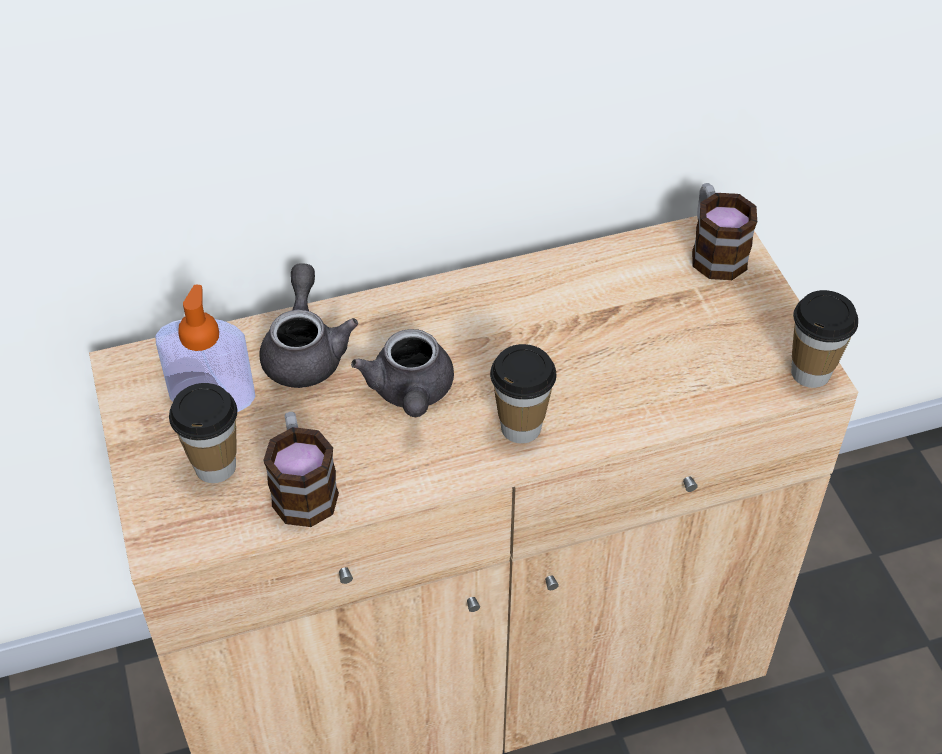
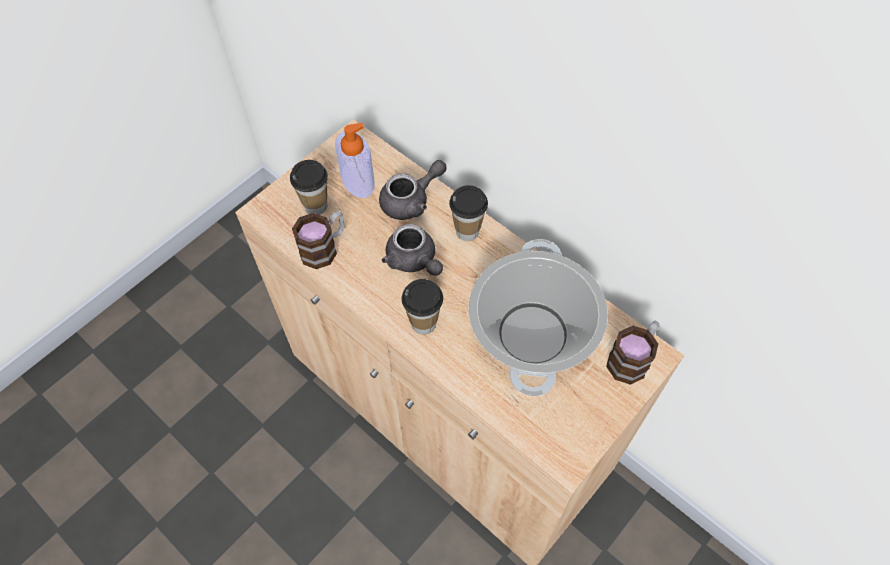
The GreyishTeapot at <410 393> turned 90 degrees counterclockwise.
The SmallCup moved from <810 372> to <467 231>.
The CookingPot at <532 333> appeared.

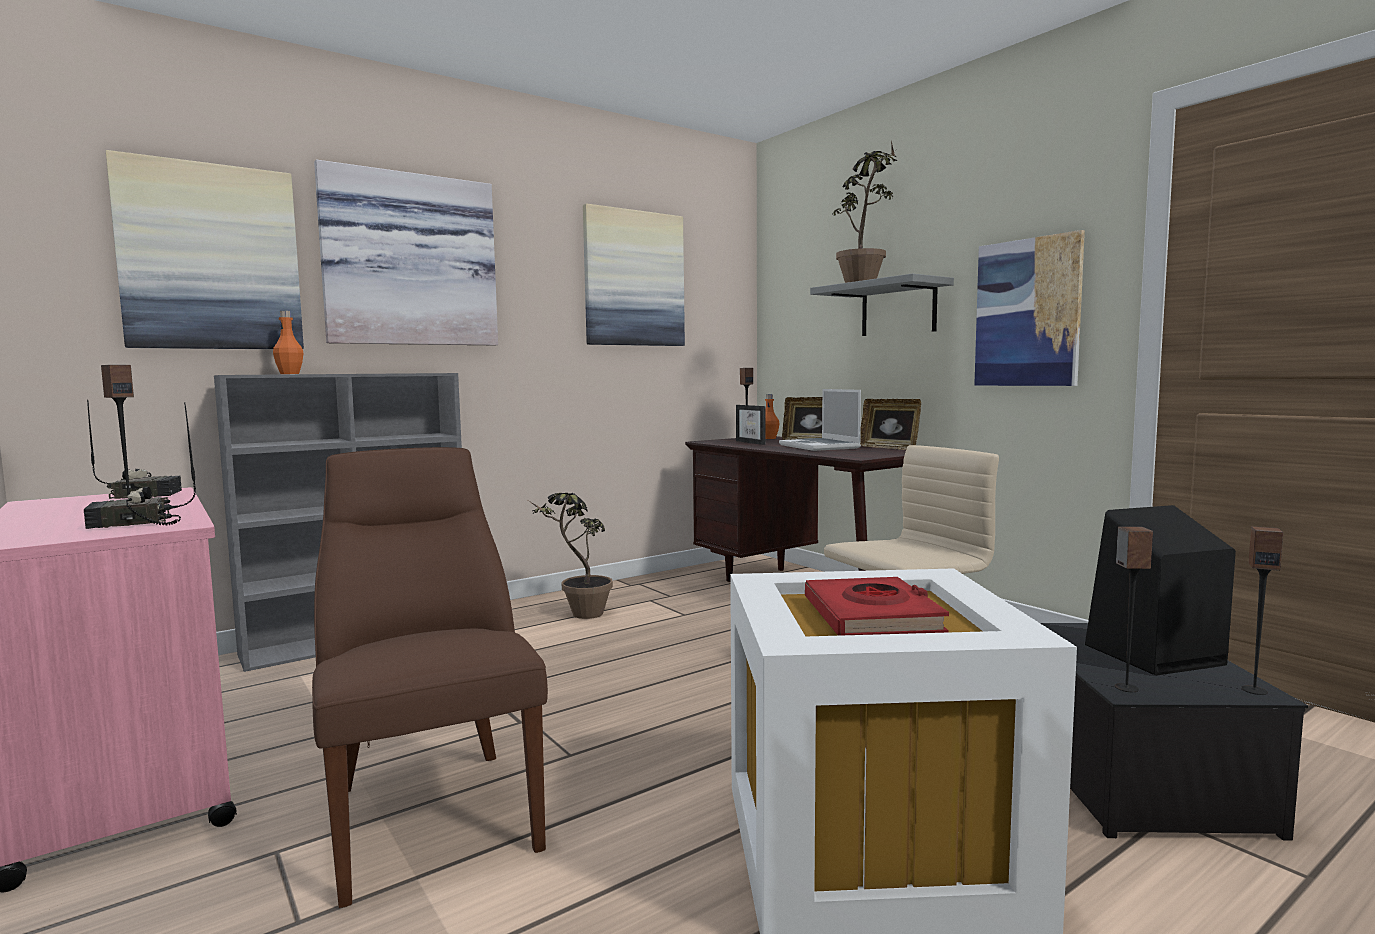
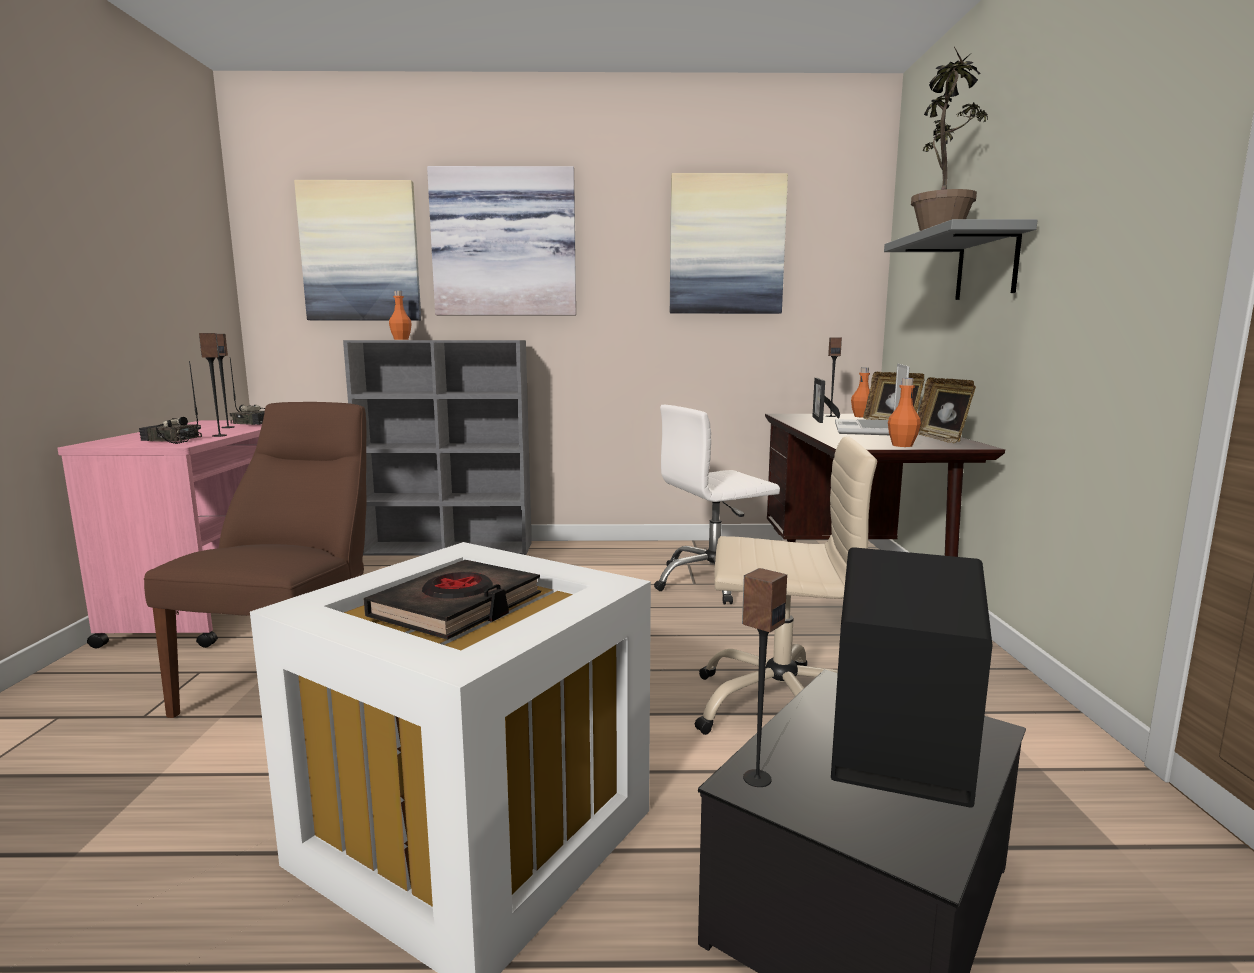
The Houseplant at <579 617> disappeared.
The RedColouredBook at <872 617> became the BlackColouredBook at <457 607>.
The Picture at <1027 313> disappeared.
The Loudspeaker moved from <1254 690> to <220 435>.
The WhiteColouredComputerChair at <713 582> appeared.
The OrangeBeverageBottle at <902 445> appeared.

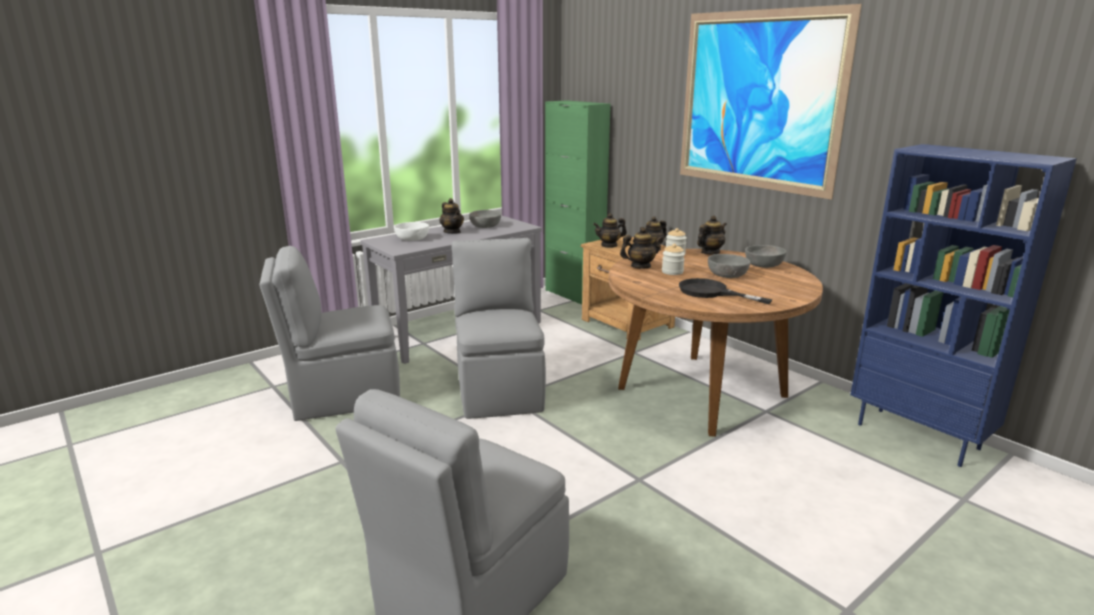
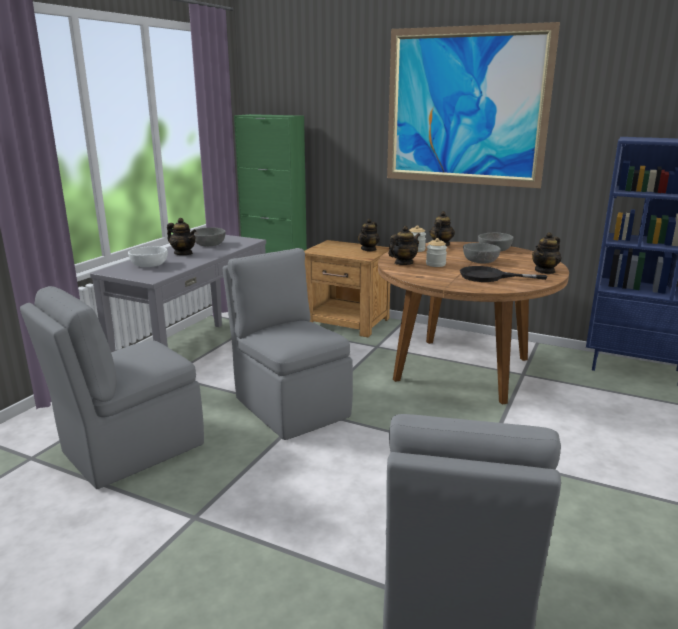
The Teapot moved from <609 245> to <545 271>.

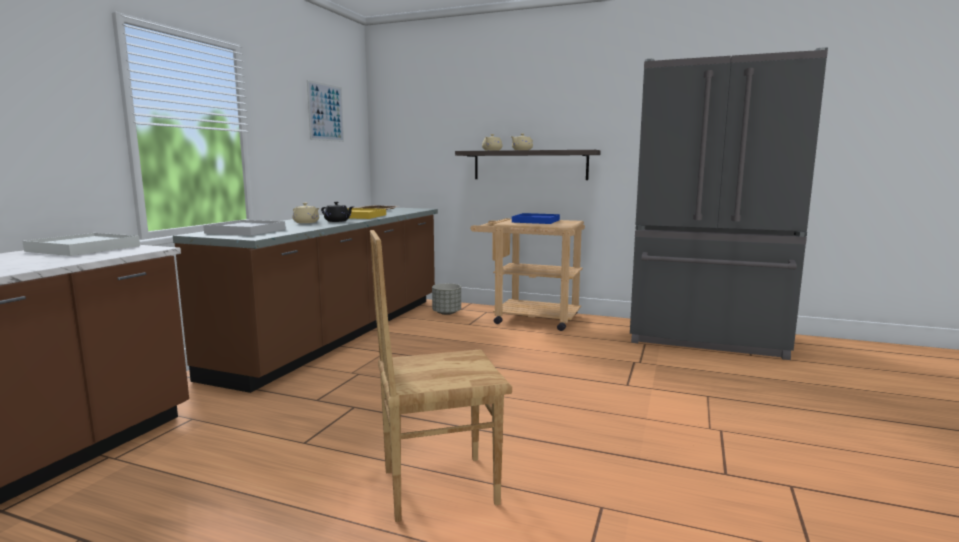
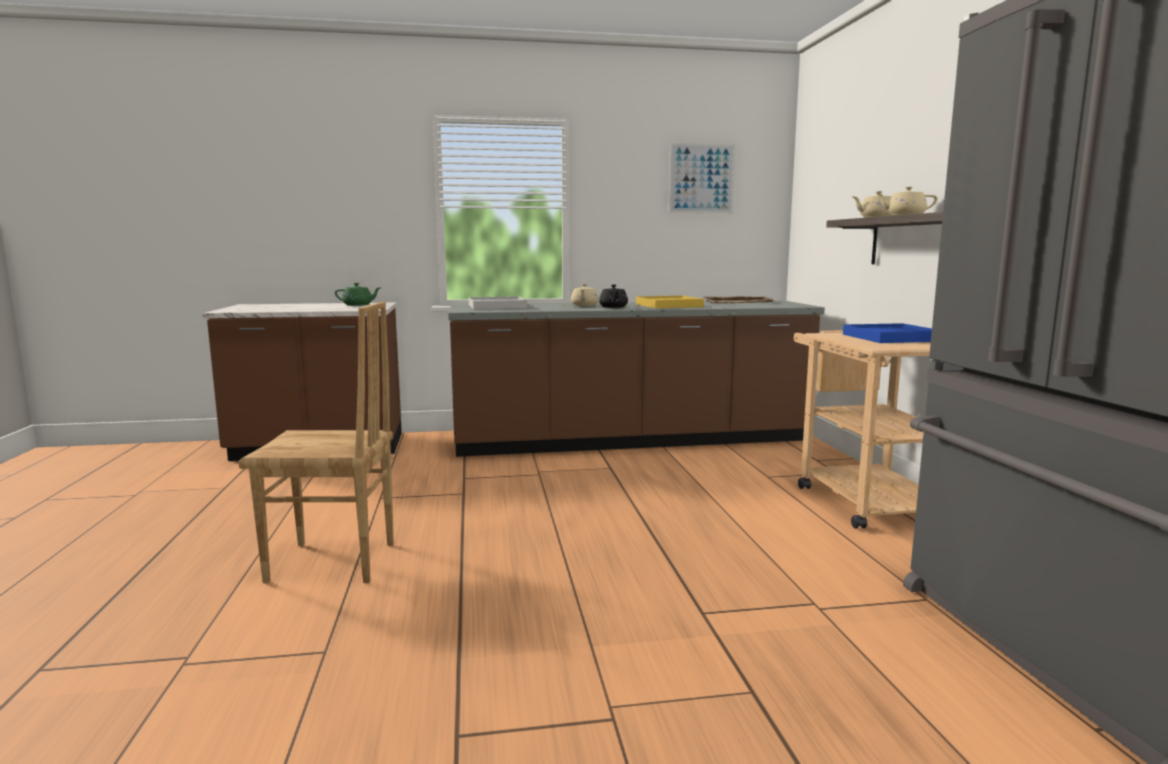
The WhiteColouredTray at <83 248> was replaced by the GreenTeapot at <358 305>.
The BrownishPlainChair at <438 486> turned 135 degrees clockwise.
The GreyishFlowerPot at <447 313> disappeared.

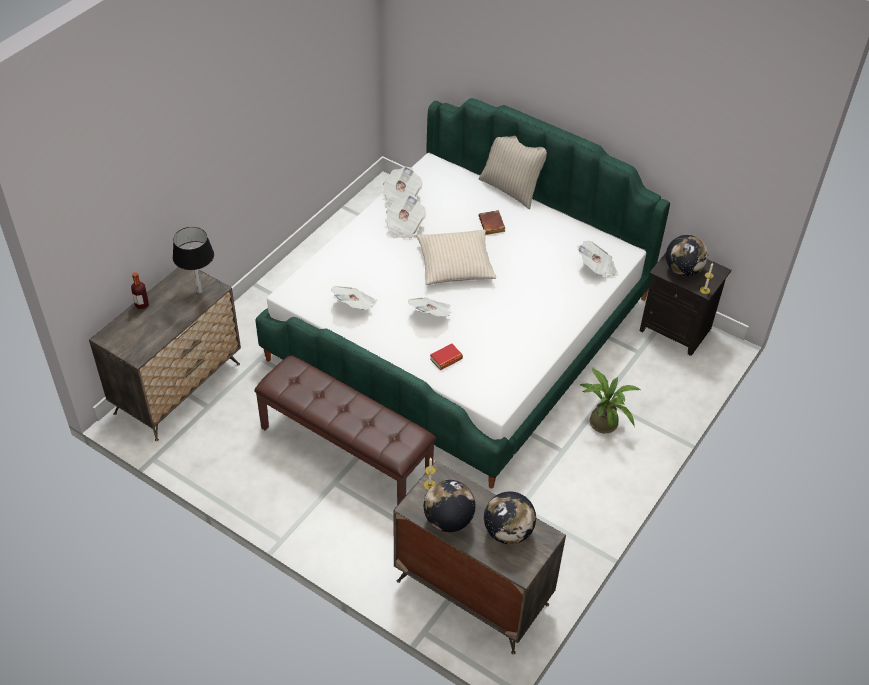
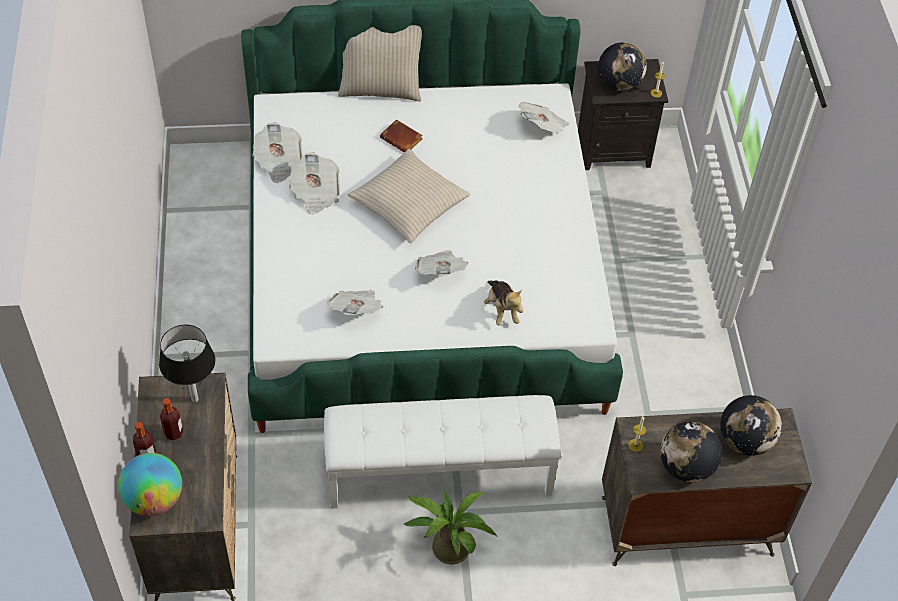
The BrownishIndoorBench at <346 451> became the WhiteColouredIndoorBench at <440 472>.
The Book at <446 359> was replaced by the CuddlyToy at <502 309>.
The Houseplant moved from <602 420> to <447 545>.
The Globe at <154 500> appeared.
The BeverageBottle at <173 433> appeared.

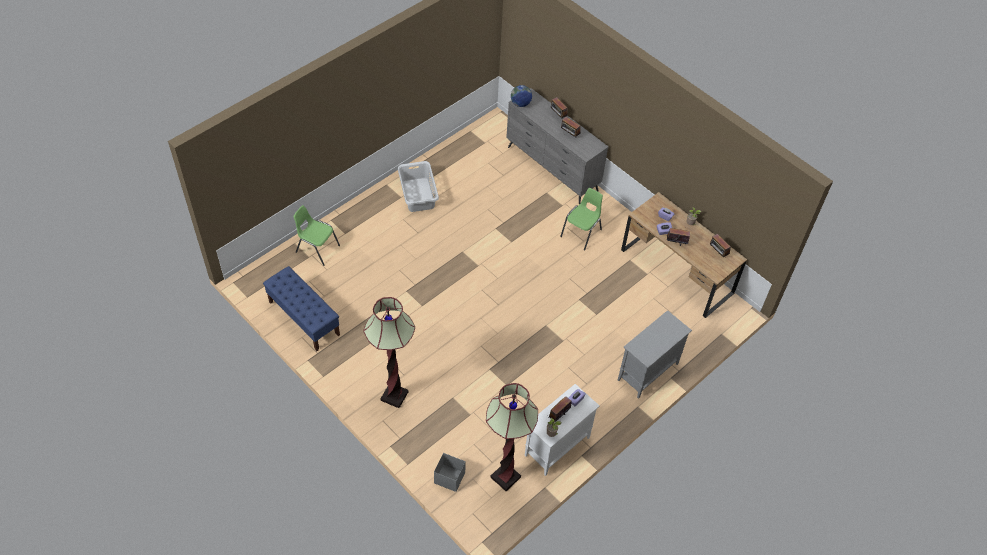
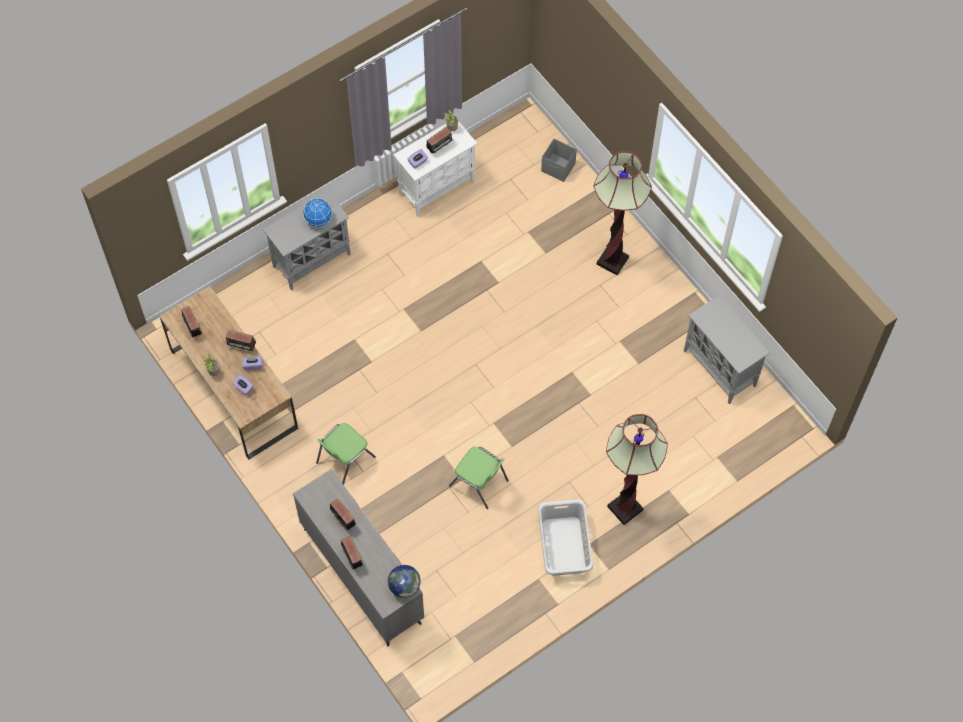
The BlueColouredIndoorBench at <304 318> was replaced by the GreyishCabinet at <720 368>.
The GreenPlainChair moved from <317 248> to <479 483>.
The StandingLamp moved from <505 477> to <625 508>.
The Globe at <318 220> appeared.

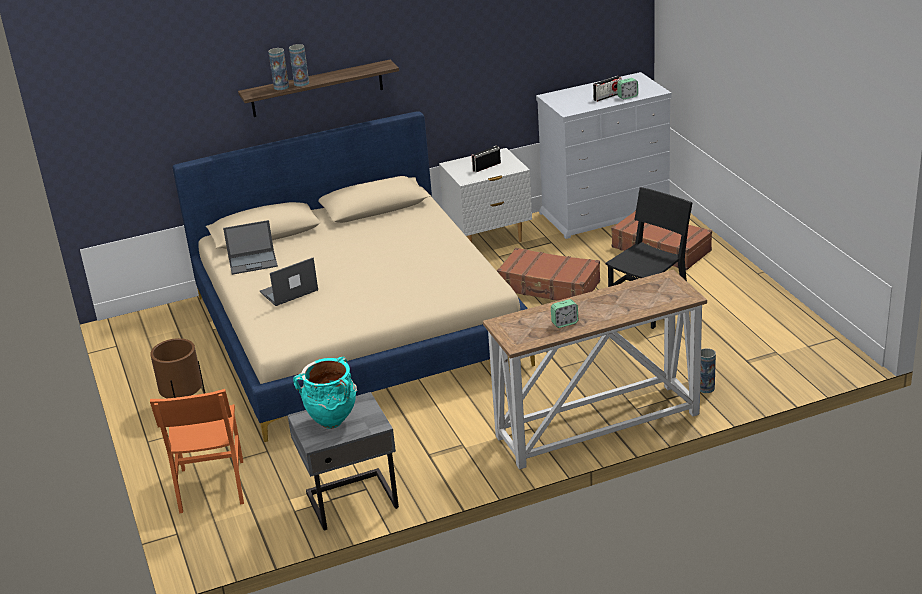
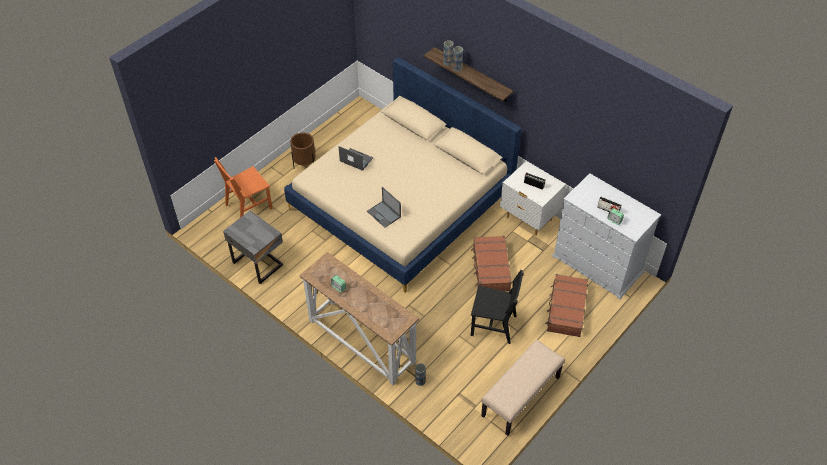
The PortableComputer moved from <253 262> to <384 214>.
The TurquoiseColouredFlowerVase at <333 422> disappeared.
The SandColouredIndoorBench at <521 397> appeared.

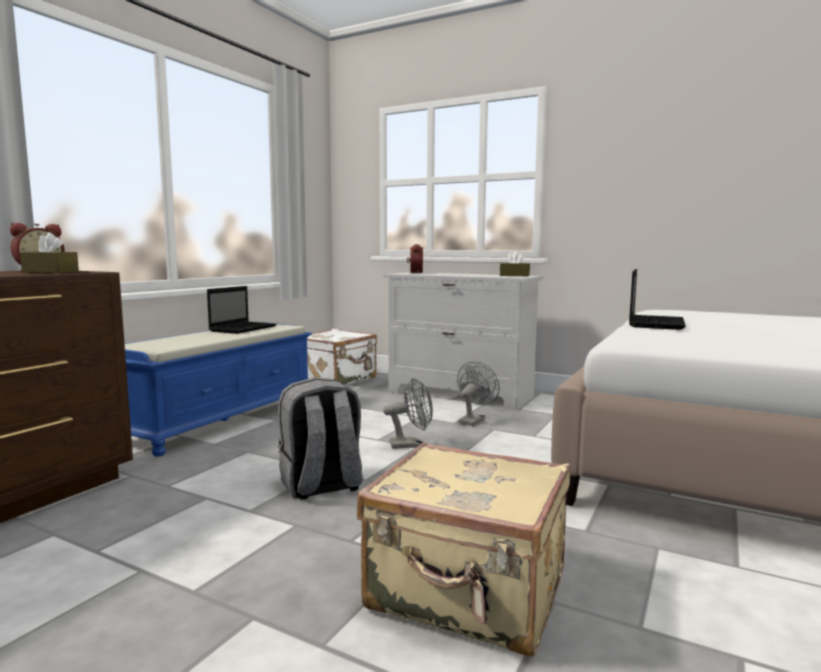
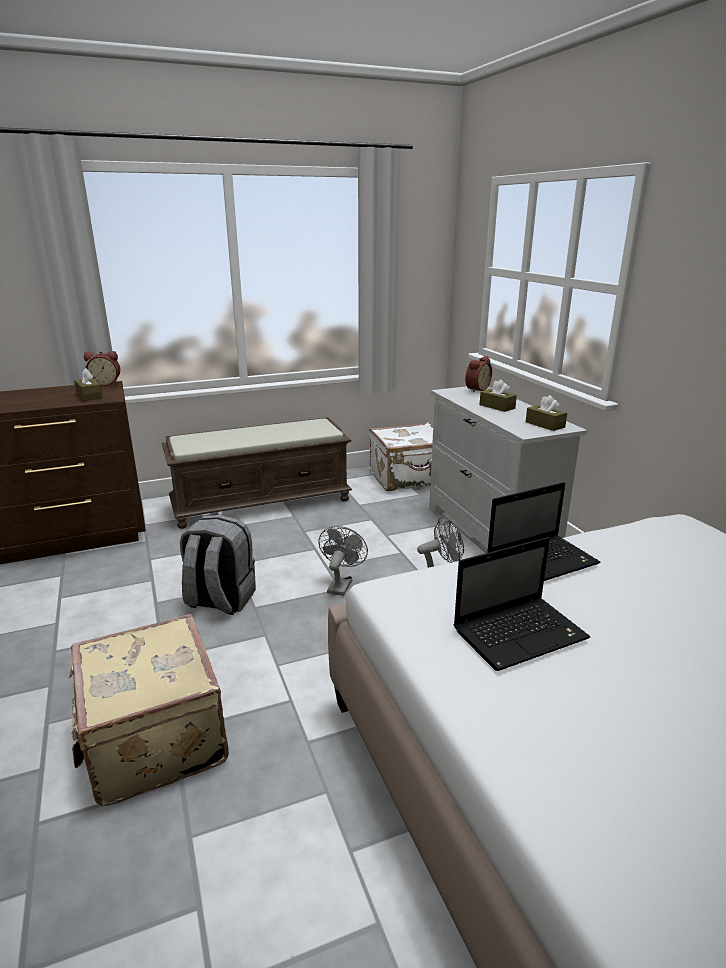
The BlueColouredIndoorBench at <222 419> became the BrownishIndoorBench at <262 502>.
The PortableComputer moved from <243 328> to <521 633>.
The GreyishElectricFan at <411 445> turned 105 degrees counterclockwise.
The BrownishTissueBox at <497 406> appeared.

